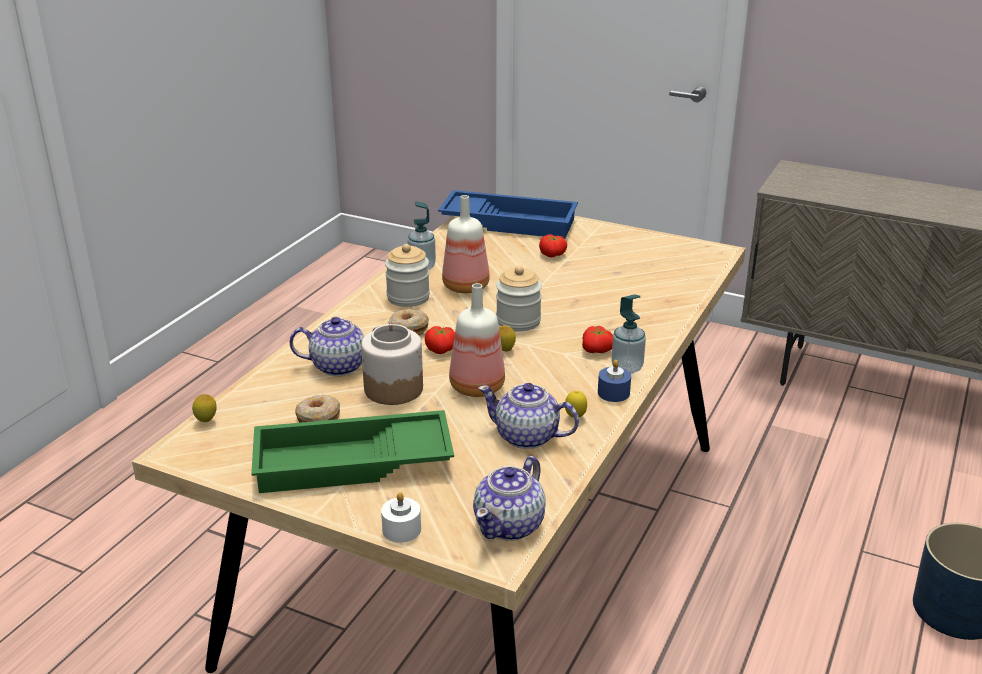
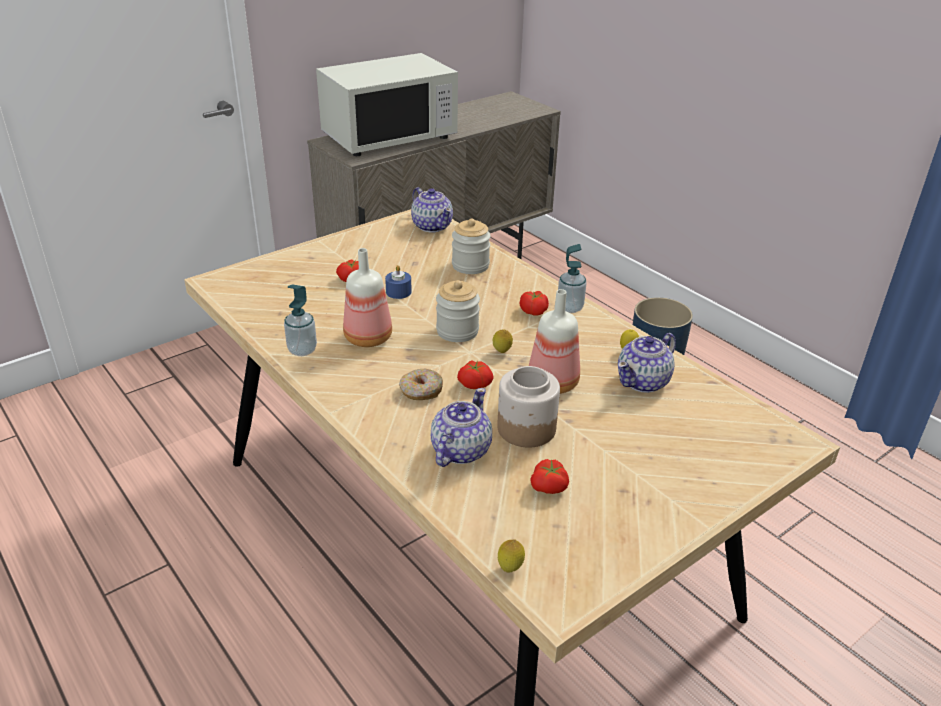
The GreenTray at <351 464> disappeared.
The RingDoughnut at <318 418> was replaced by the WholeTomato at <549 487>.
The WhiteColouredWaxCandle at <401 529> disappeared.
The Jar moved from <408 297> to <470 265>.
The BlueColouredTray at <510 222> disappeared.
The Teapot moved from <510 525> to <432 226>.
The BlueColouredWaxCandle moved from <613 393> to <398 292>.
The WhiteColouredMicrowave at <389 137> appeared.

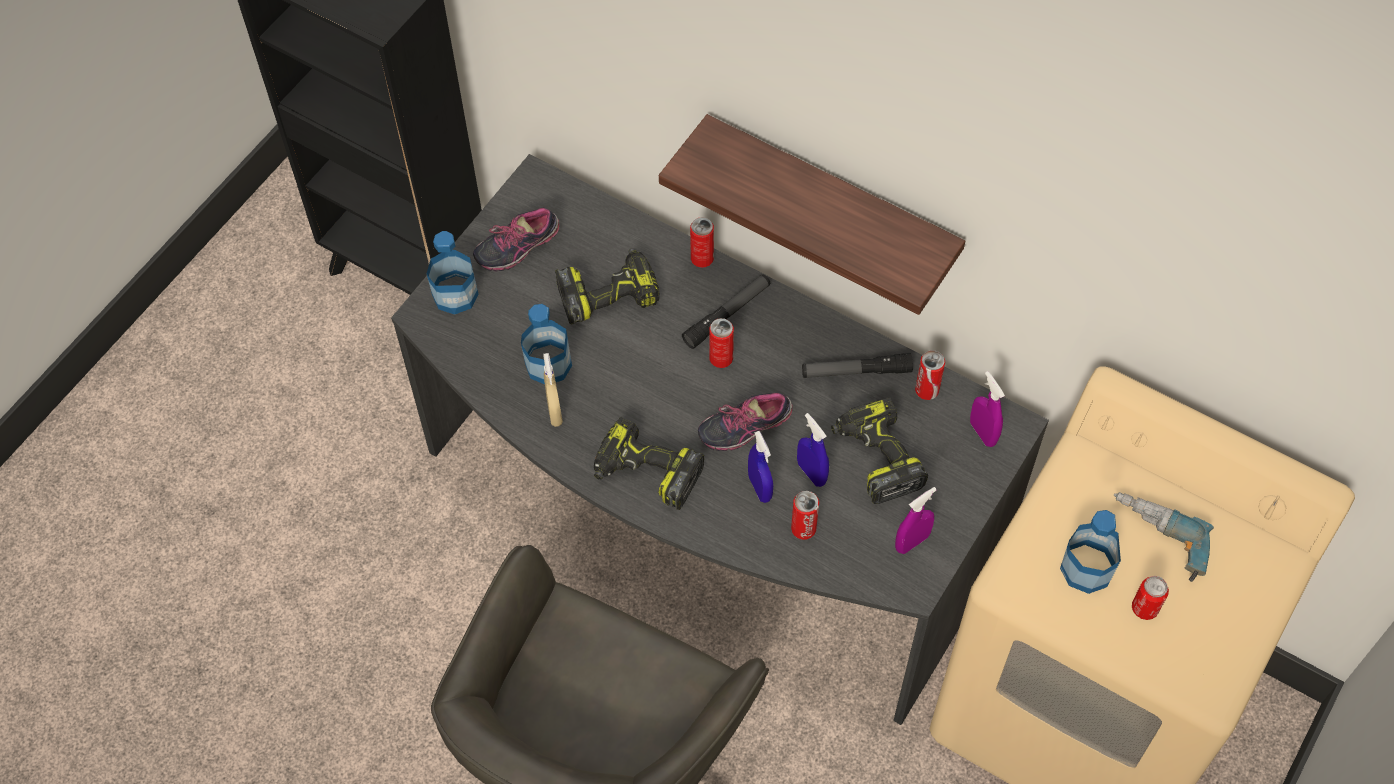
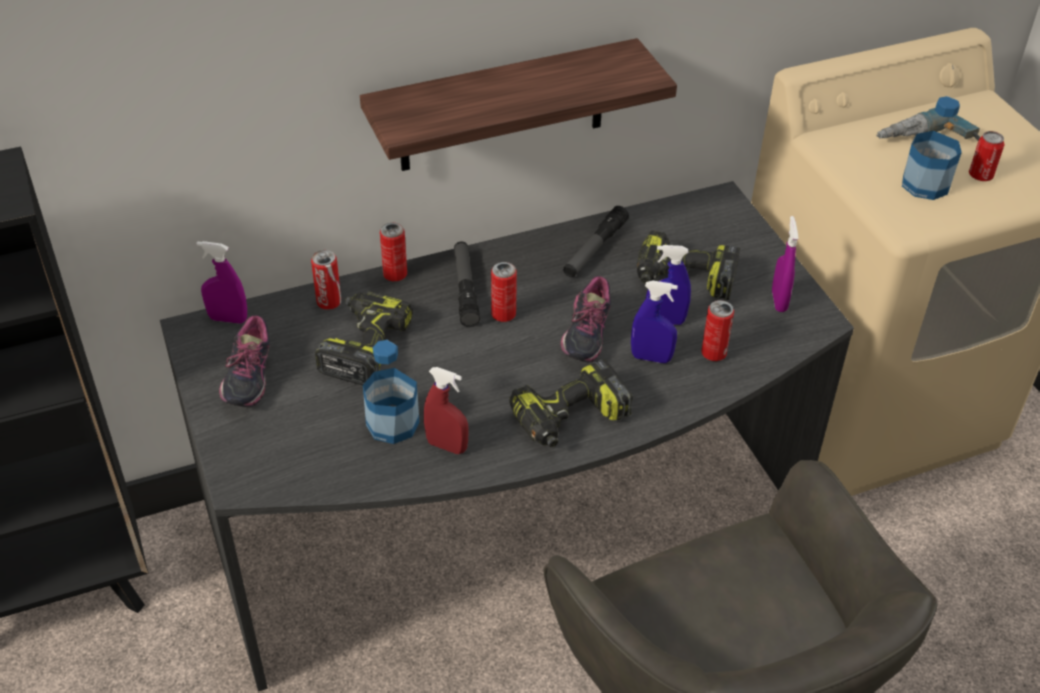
The BeverageBottle at <455 295> disappeared.
The SandColouredHandSprayer at <554 412> became the RedColouredHandSprayer at <446 446>.
The SealedCan moved from <927 390> to <329 302>.
The PurpleHandSprayer moved from <982 433> to <228 319>.

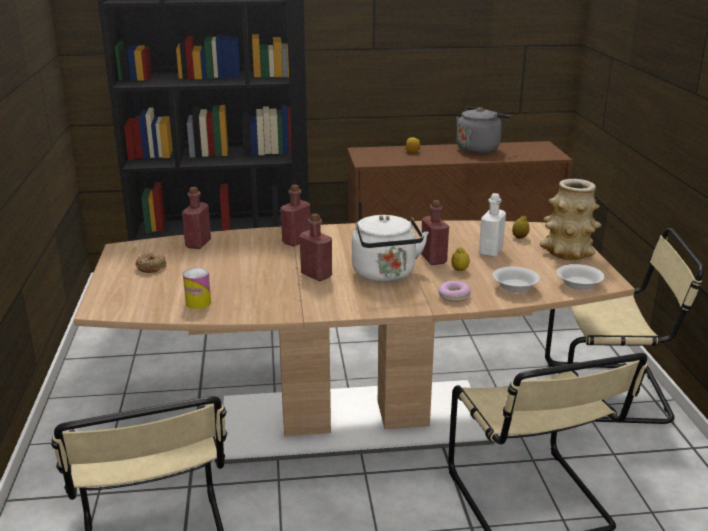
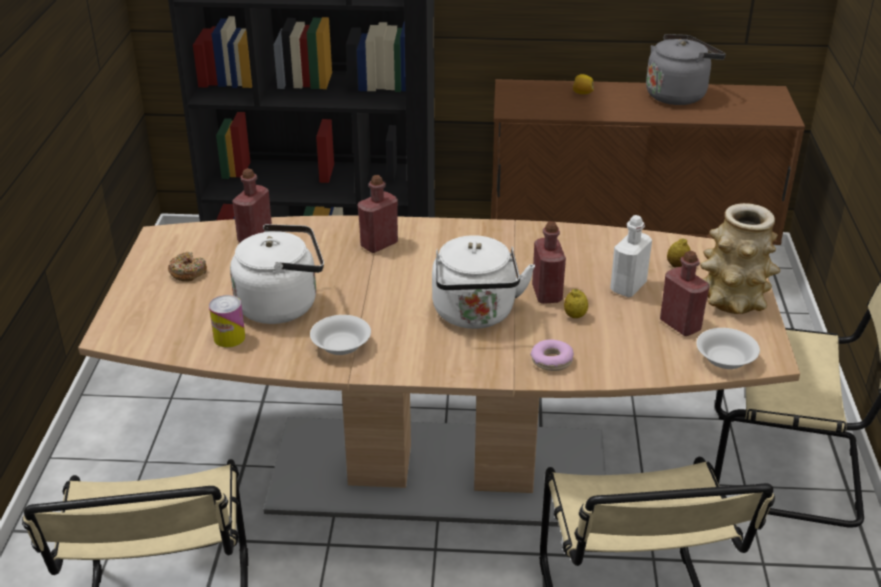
The RedColouredBeverageBottle moved from <316 275> to <680 325>.
The WhiteColouredBowl moved from <515 288> to <341 346>.
The WhiteColouredWaterKettle at <282 305> appeared.

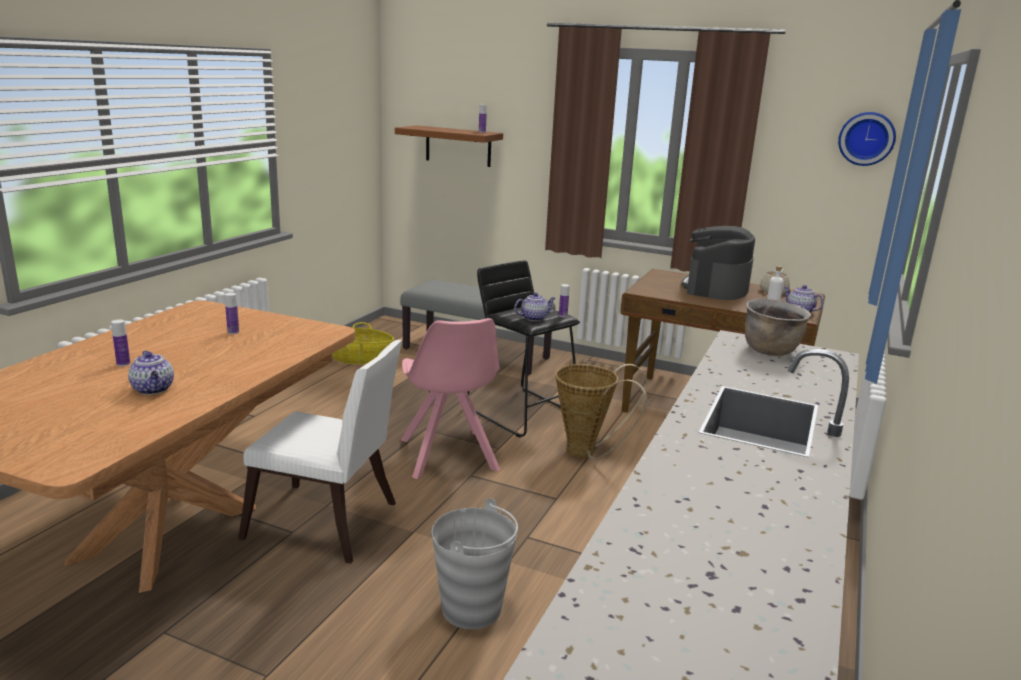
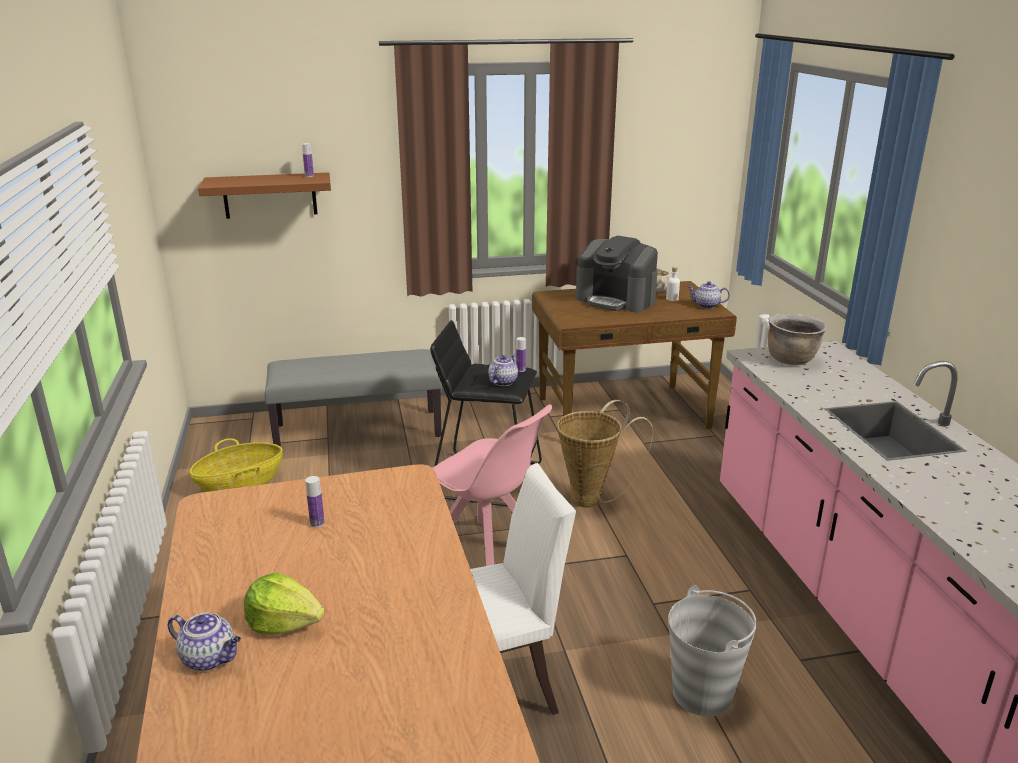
The BeverageBottle at <123 364> was replaced by the LettuceHead at <284 622>.
The Teapot moved from <153 389> to <210 658>.
The CoffeeBrewer at <715 288> turned 45 degrees counterclockwise.
The ClockOnTheWall at <866 138> disappeared.

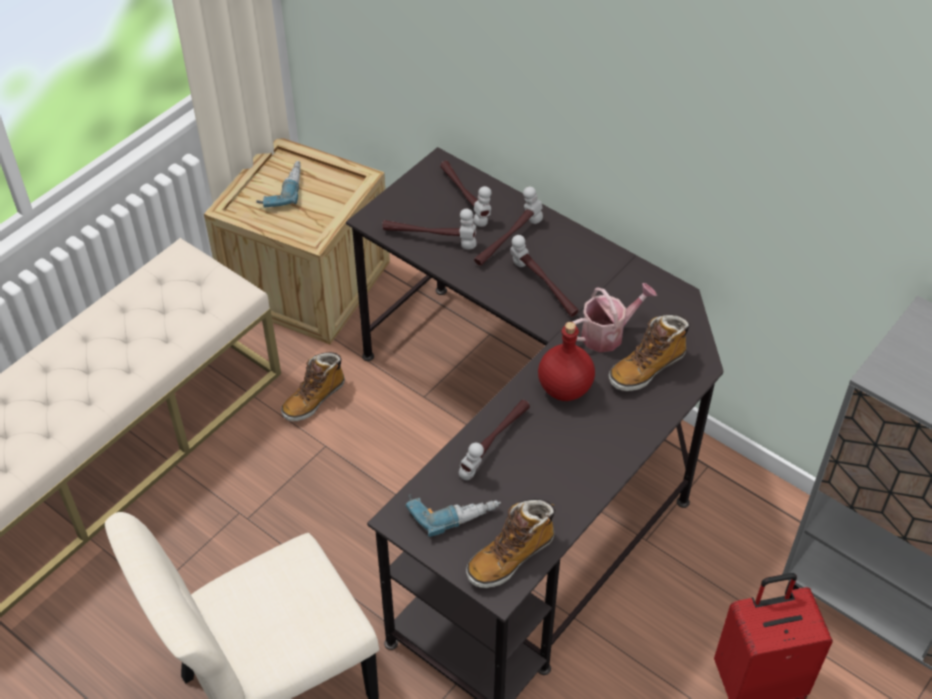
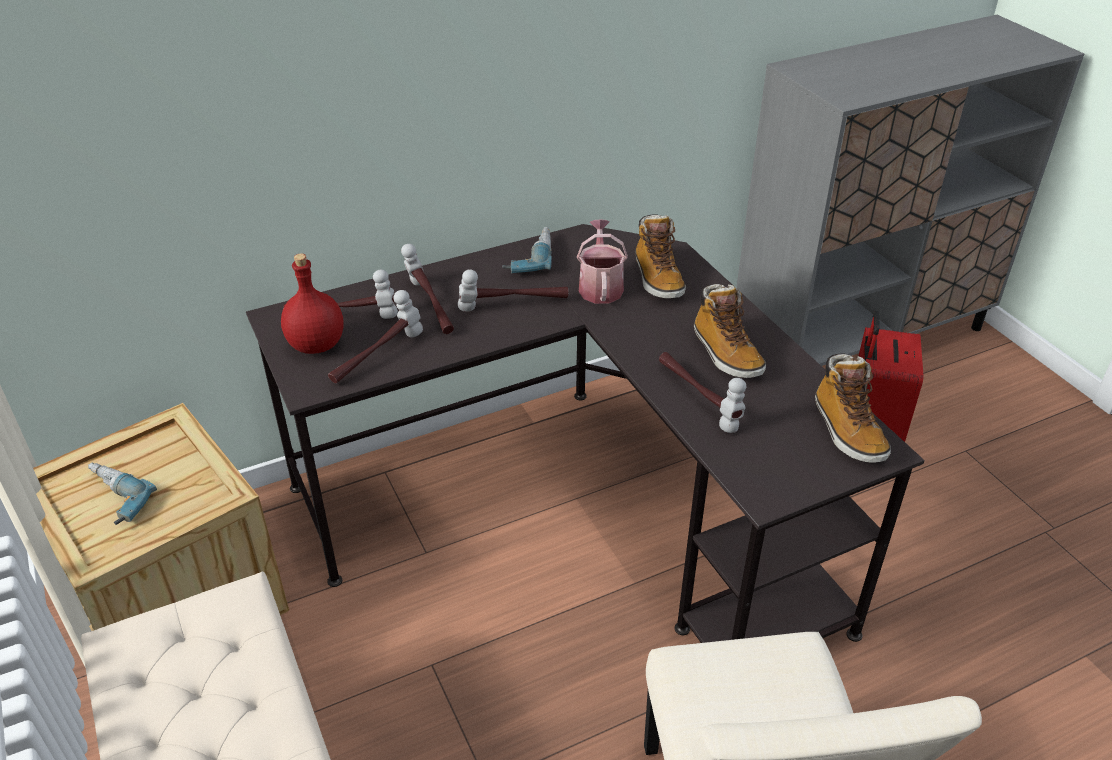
The Boot moved from <314 399> to <726 353>.
The ElectricDrill moved from <452 509> to <529 257>.
The RedColouredBeverageBottle moved from <564 388> to <316 345>.

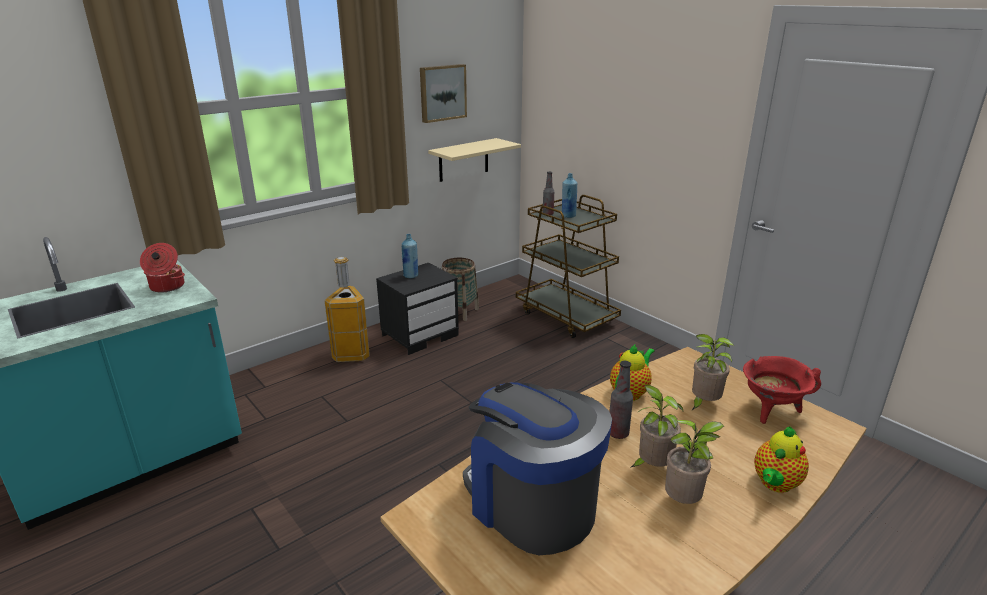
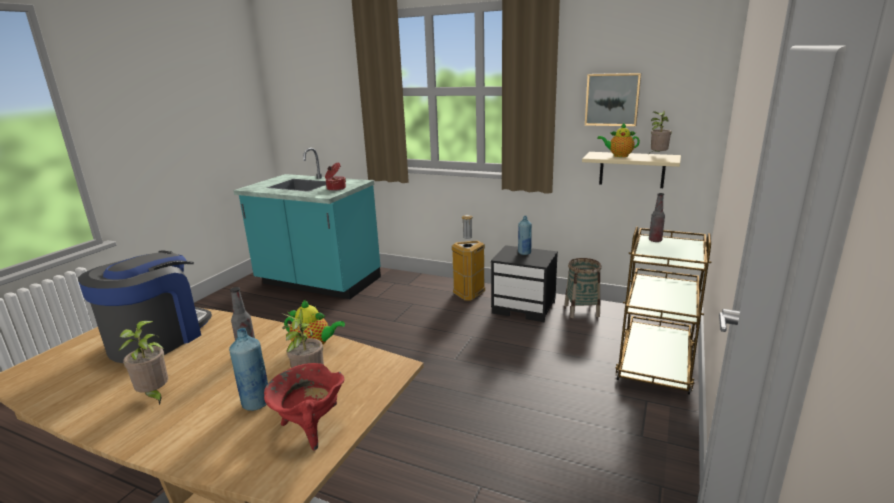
The BlueColouredBeverageBottle moved from <568 216> to <256 403>.
The Houseplant moved from <651 466> to <657 156>.
The Teapot moved from <775 484> to <618 156>.

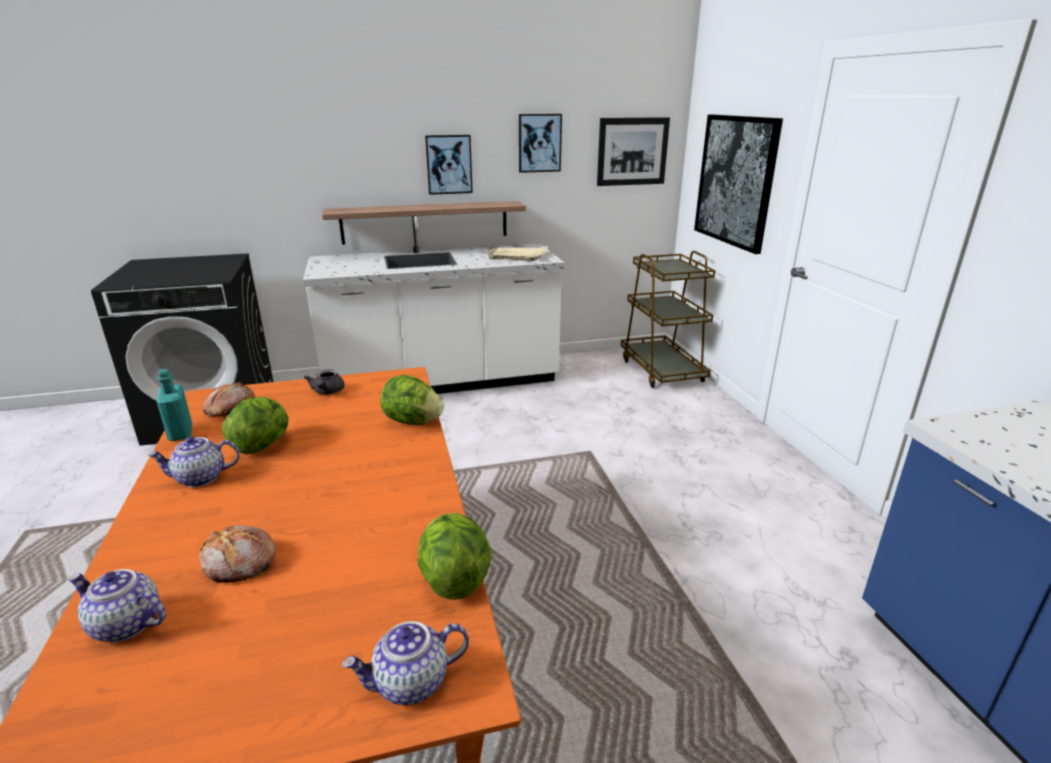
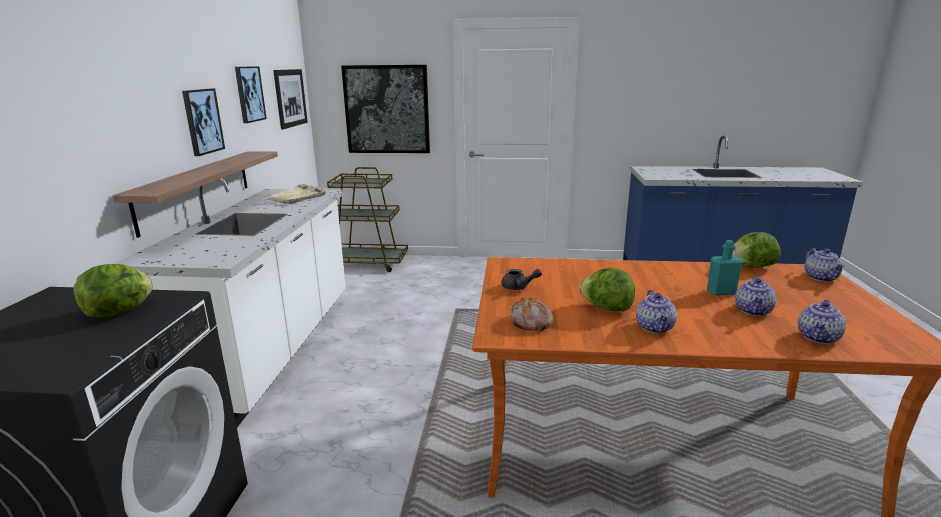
The TurquoiseColouredBeverageBottle moved from <180 433> to <721 292>.
The BakeryBread at <239 563> was replaced by the Teapot at <753 311>.
The LettuceHead moved from <412 422> to <120 312>.

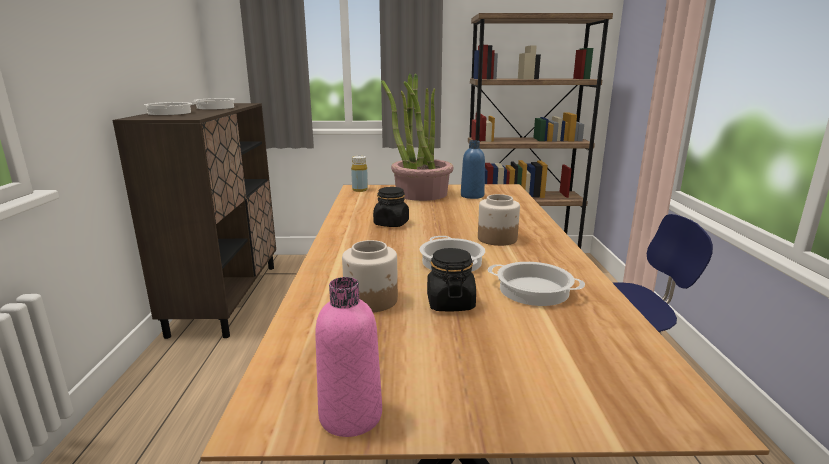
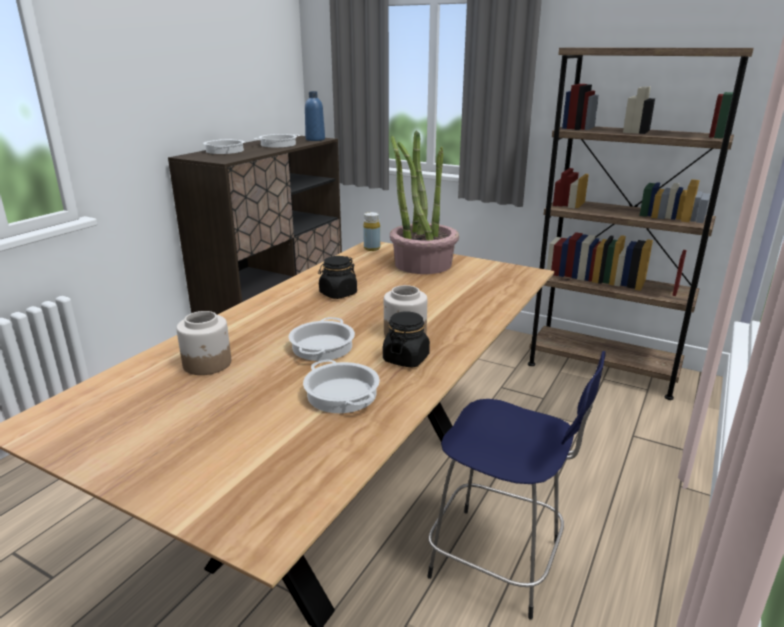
The PinkBeverageBottle at <350 415> disappeared.
The BlackColouredJar moved from <450 303> to <406 359>.
The BlueColouredBeverageBottle moved from <472 196> to <315 139>.

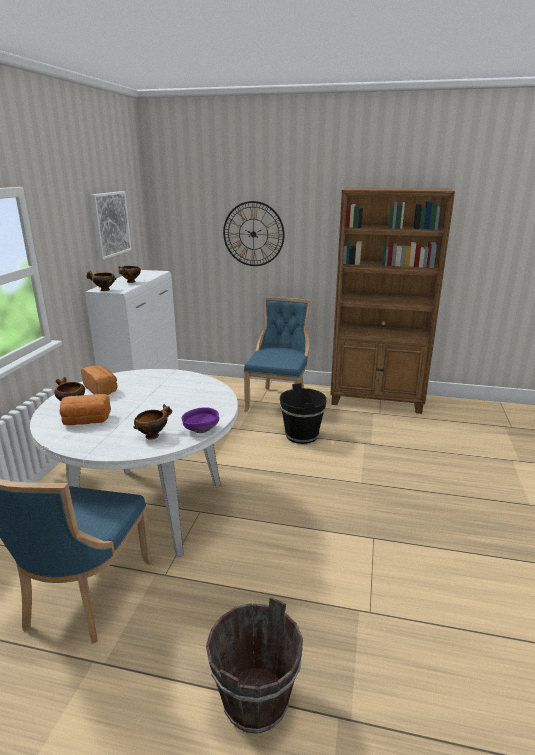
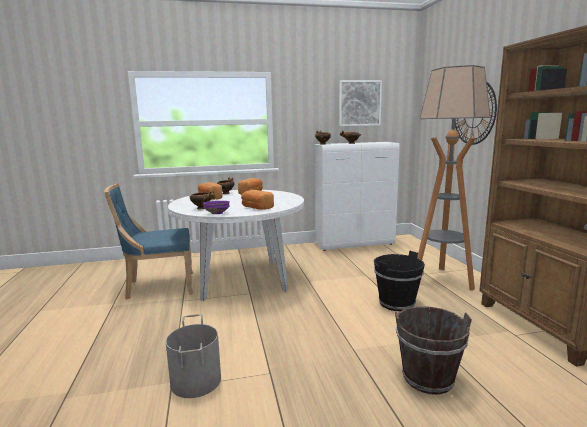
The BrownishBucket moved from <255 700> to <428 378>.
The BlueColouredPlainChair at <279 400> was replaced by the StandingLamp at <441 280>.
The GreyishBucket at <195 381> appeared.
The BakeryBread at <256 208> appeared.

